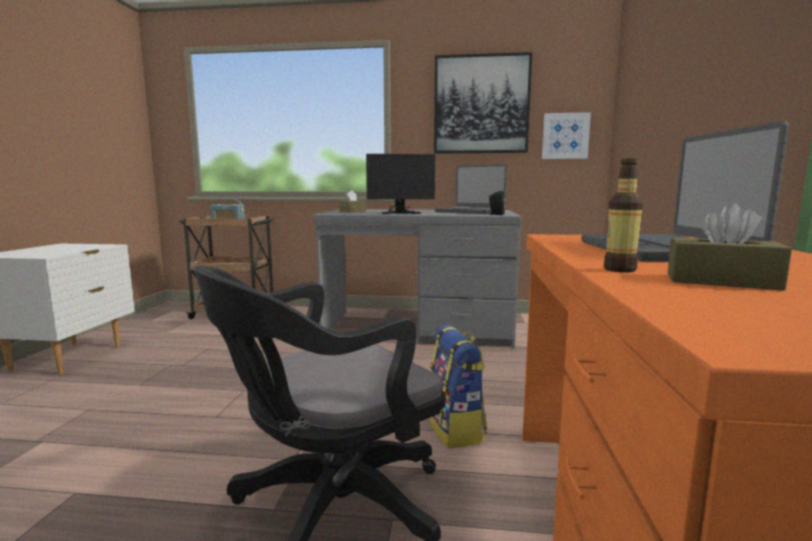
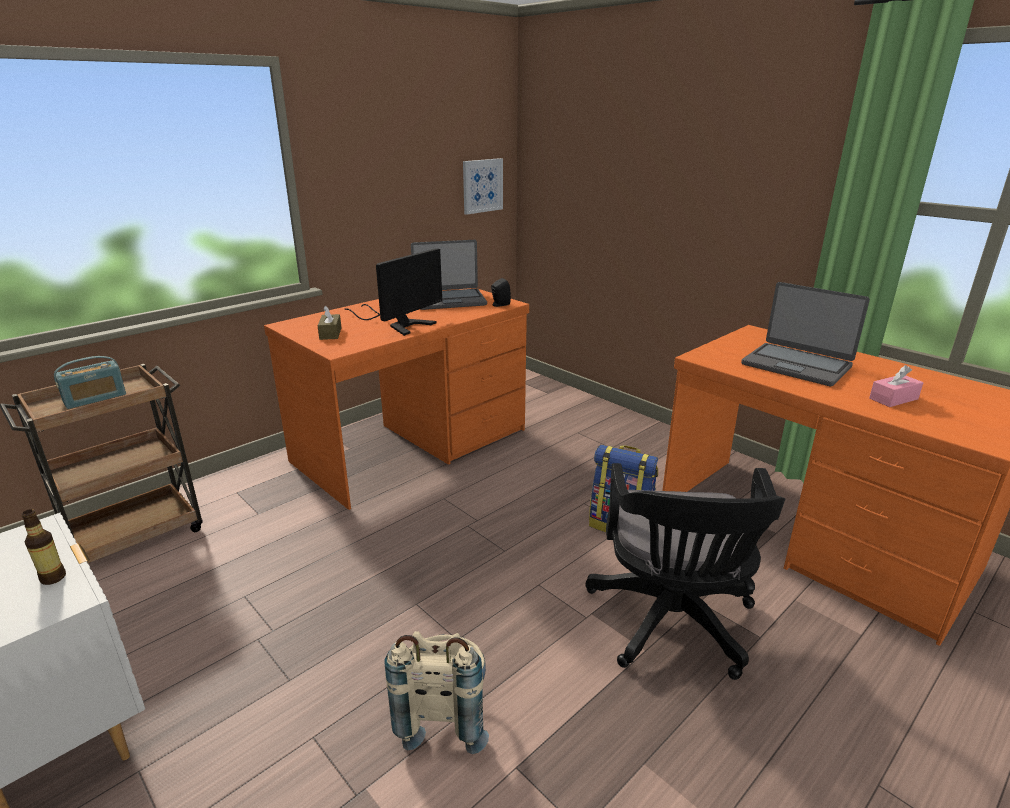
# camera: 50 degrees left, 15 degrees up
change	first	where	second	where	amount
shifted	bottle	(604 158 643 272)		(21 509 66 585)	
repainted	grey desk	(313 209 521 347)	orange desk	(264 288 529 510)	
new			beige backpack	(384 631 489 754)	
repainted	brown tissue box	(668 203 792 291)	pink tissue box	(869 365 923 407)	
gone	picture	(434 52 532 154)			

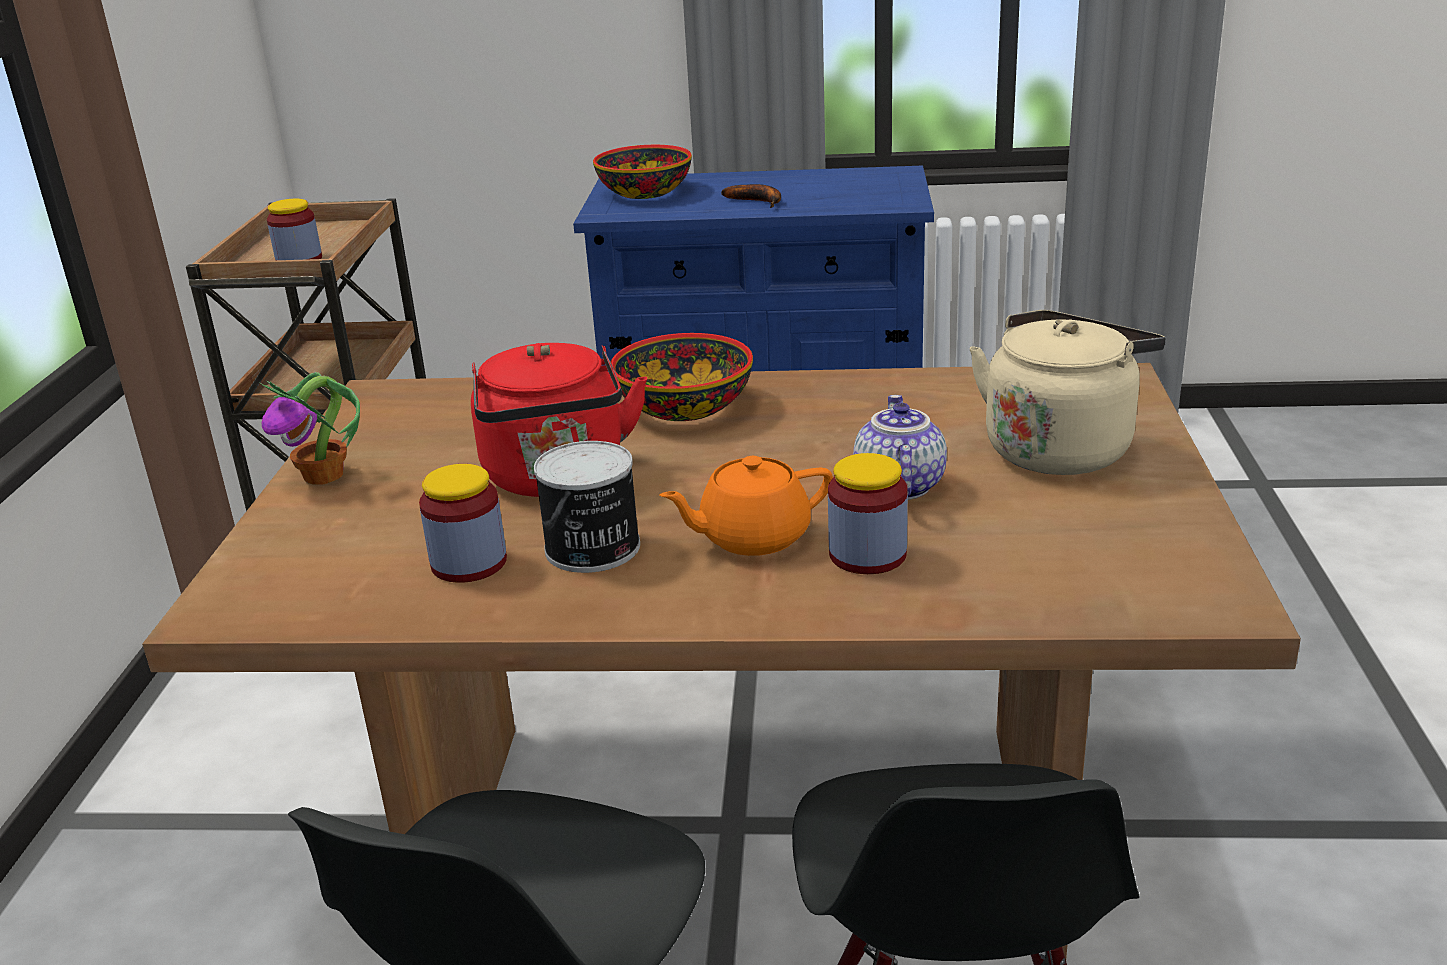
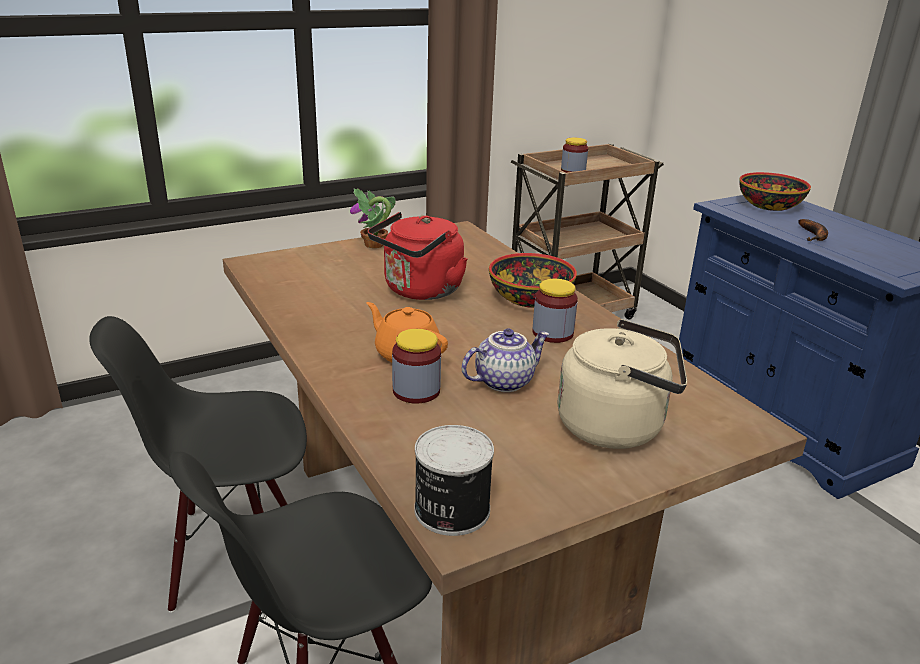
# camera: 55 degrees right, 0 degrees up
change	first	where	second	where	amount
shifted	can	(534 441 640 573)		(414 425 494 536)	
shifted	jar	(419 464 507 583)		(532 279 578 343)	

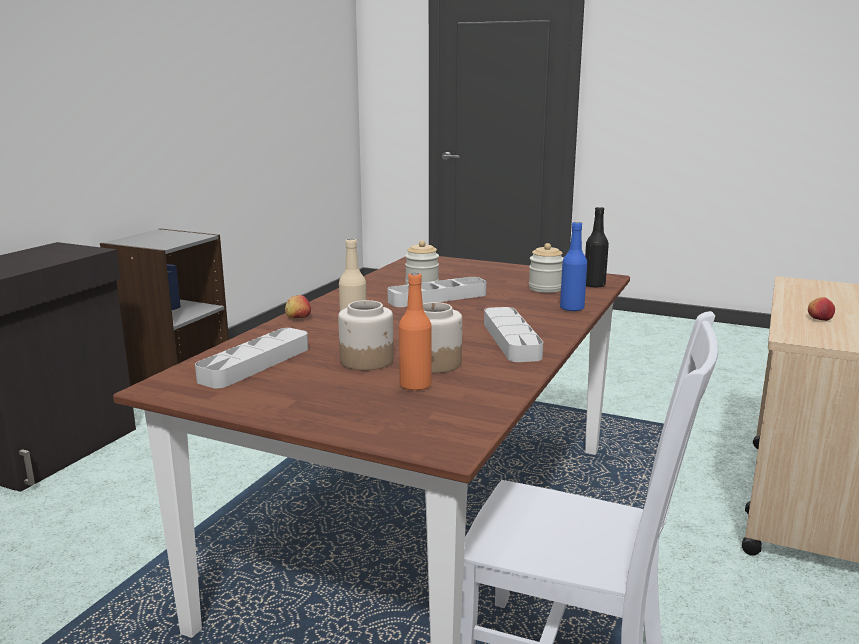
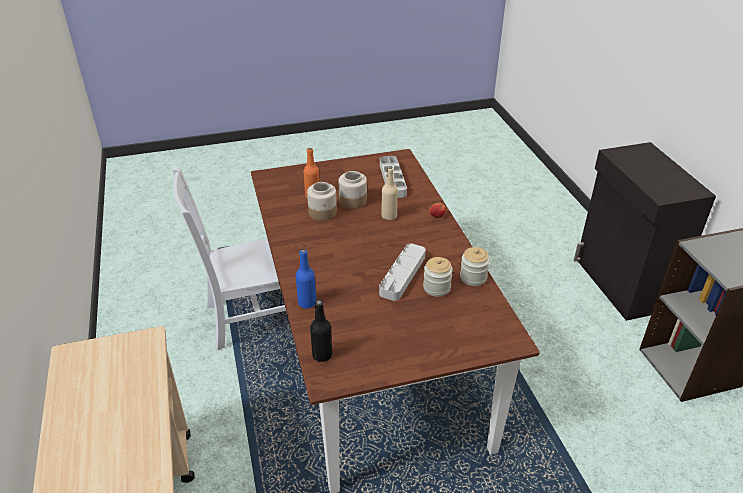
# camera: 140 degrees right, 20 degrees up
change	first	where	second	where	amount
shifted	jar	(529 243 564 293)		(460 247 490 286)	
gone	grey tray	(484 307 543 362)			
gone	apple	(808 297 835 321)			

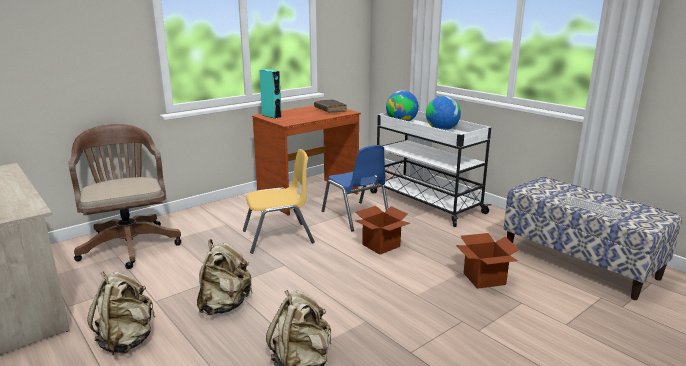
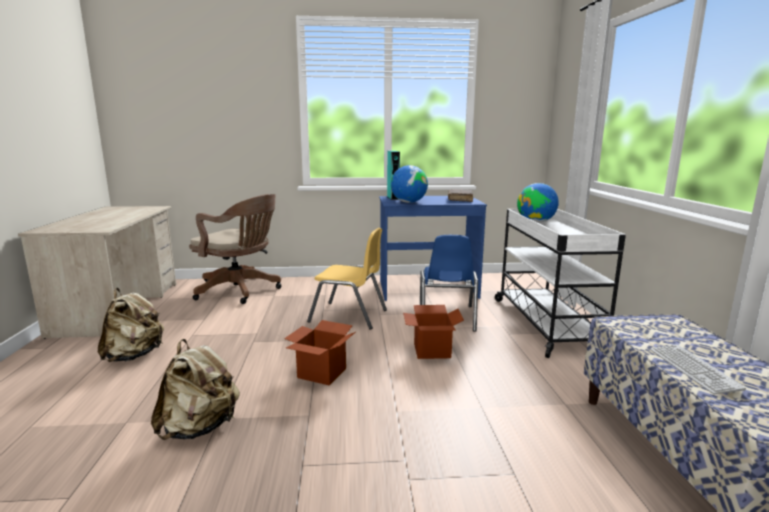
# camera: 35 degrees right, 5 degrees down
change	first	where	second	where	amount
rotated	brown office chair	(68 124 181 269)		(189 194 281 304)	105 degrees clockwise
shifted	cardboard box	(456 233 520 289)		(284 320 355 385)	
repainted	brown desk	(252 106 361 216)	blue desk	(379 196 487 301)	
shifted	globe	(426 96 461 130)		(391 165 428 203)	
gone	beige backpack	(197 239 252 315)			

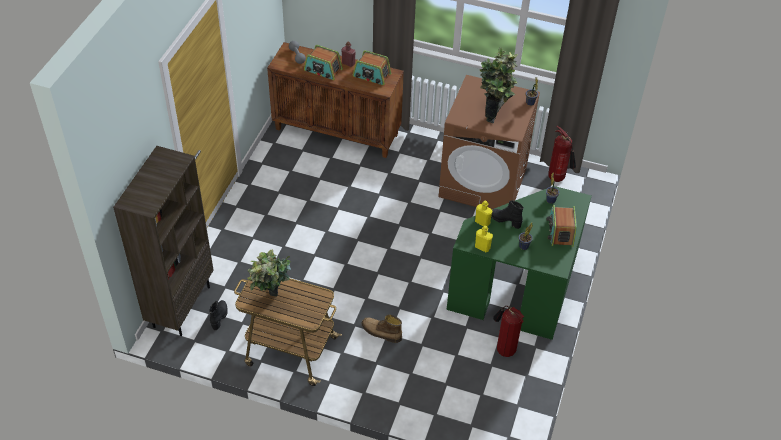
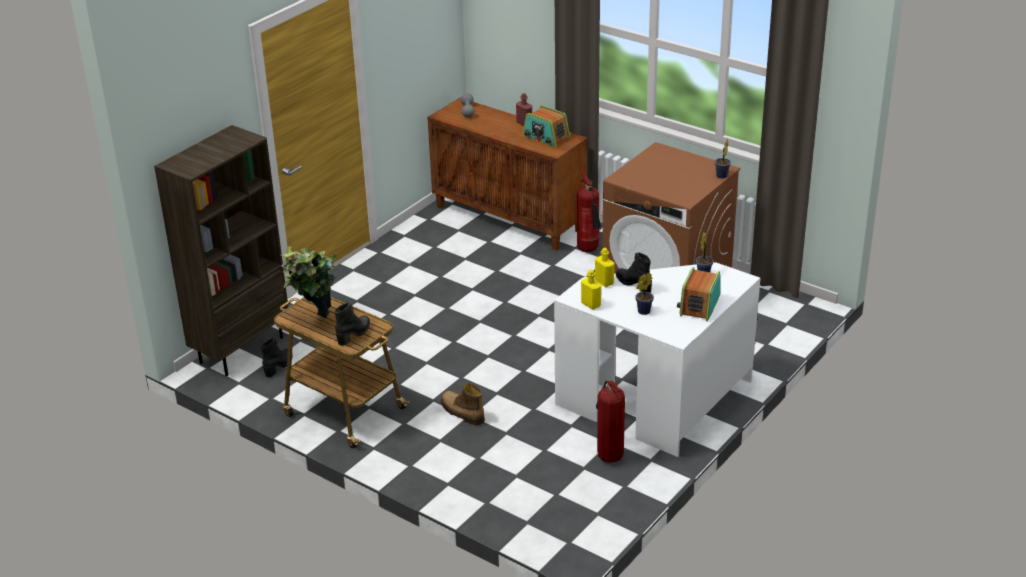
# camera: 20 degrees right, 15 degrees down
change	first	where	second	where	amount
new			black boot	(335 302 370 346)	
repainted	green desk	(447 186 592 340)	white desk	(554 262 760 457)	
shifted	fire extinguisher	(549 126 576 182)		(577 173 601 252)	
gone	radio	(304 45 343 80)			
gone	potted plant	(480 47 518 123)			

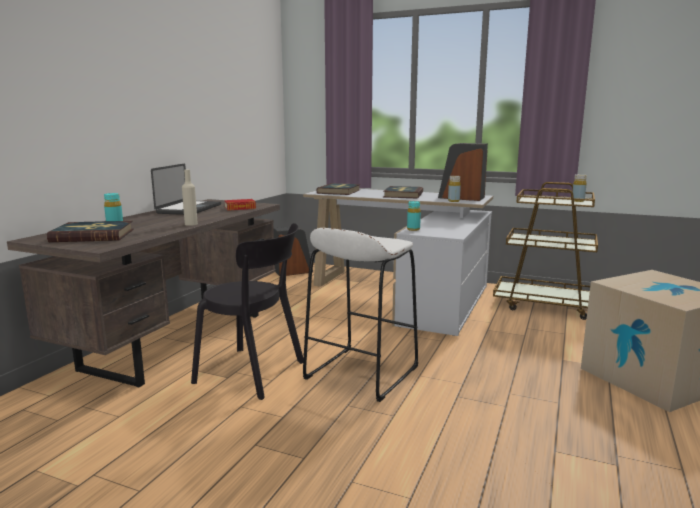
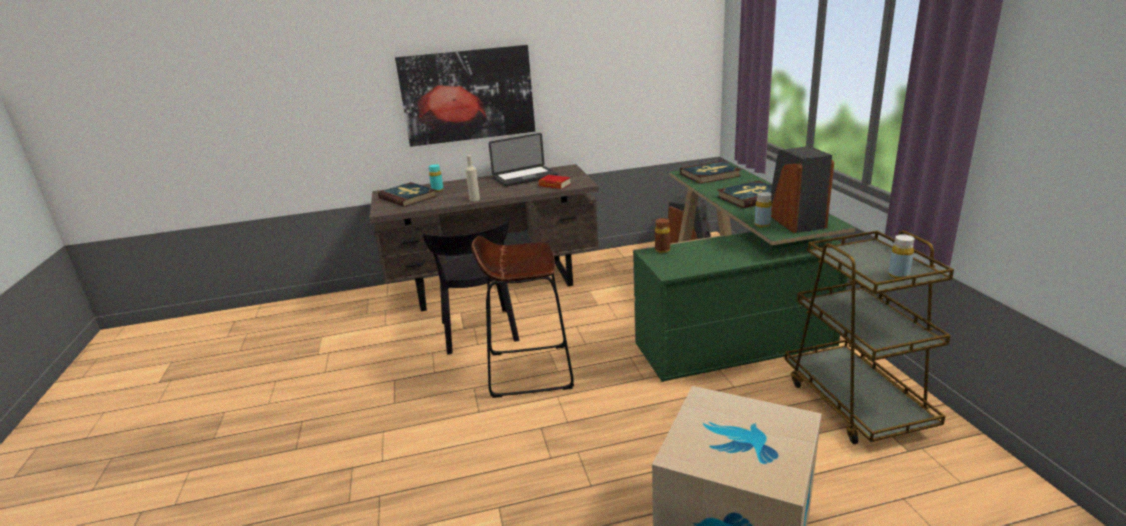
# camera: 55 degrees right, 10 degrees up
change	first	where	second	where	amount
new			picture	(395 45 535 147)	
repainted	white stool	(303 228 418 402)	brown stool	(471 236 574 398)	
repainted	white desk	(303 189 493 336)	green desk	(633 163 855 382)	
repainted	turquoise bottle	(407 201 421 231)	brown bottle	(655 218 670 253)	

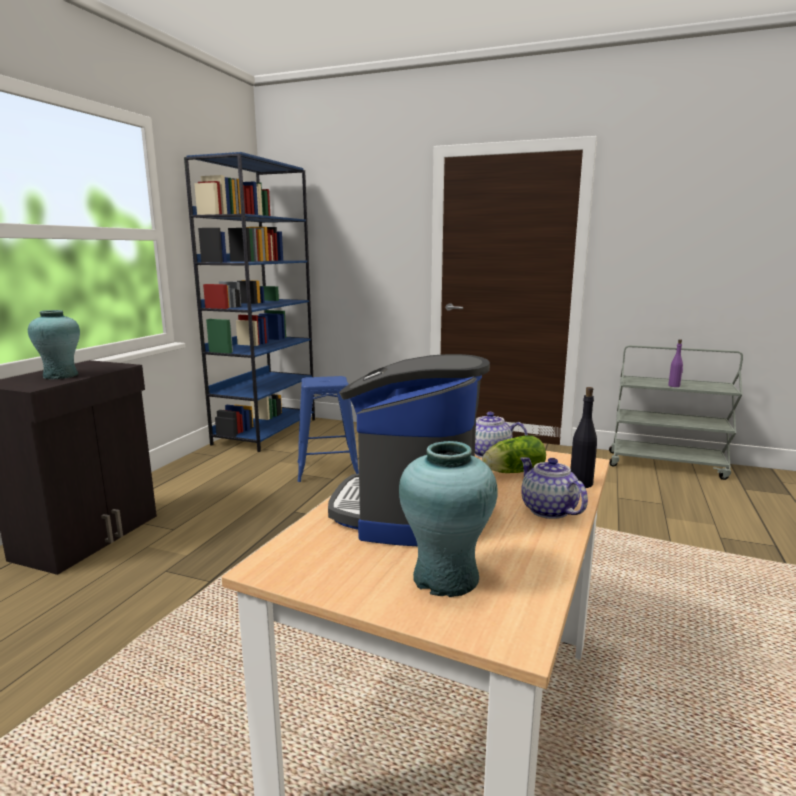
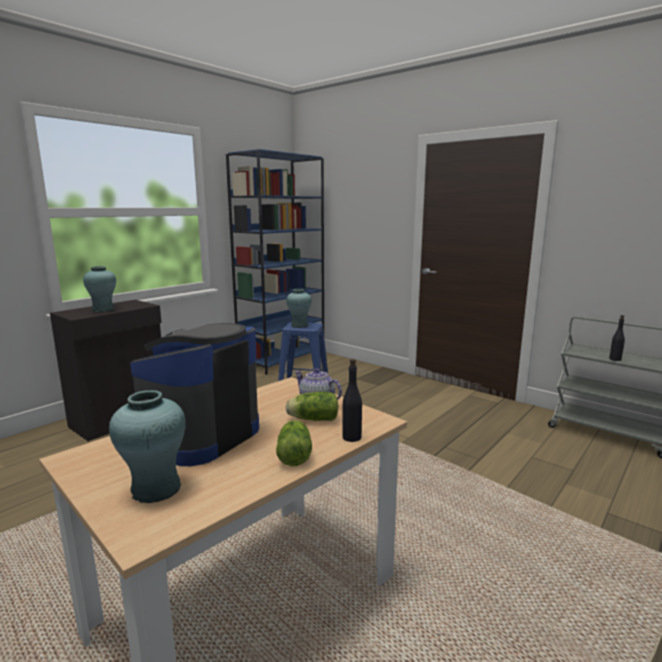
# camera: 20 degrees right, 0 degrees up
change	first	where	second	where	amount
swapped	teapot	(520 457 588 519)	lettuce	(276 420 312 466)	
new			turquoise vase	(286 289 312 328)	
repainted	purple bottle	(668 339 683 387)	black bottle	(609 315 625 361)	

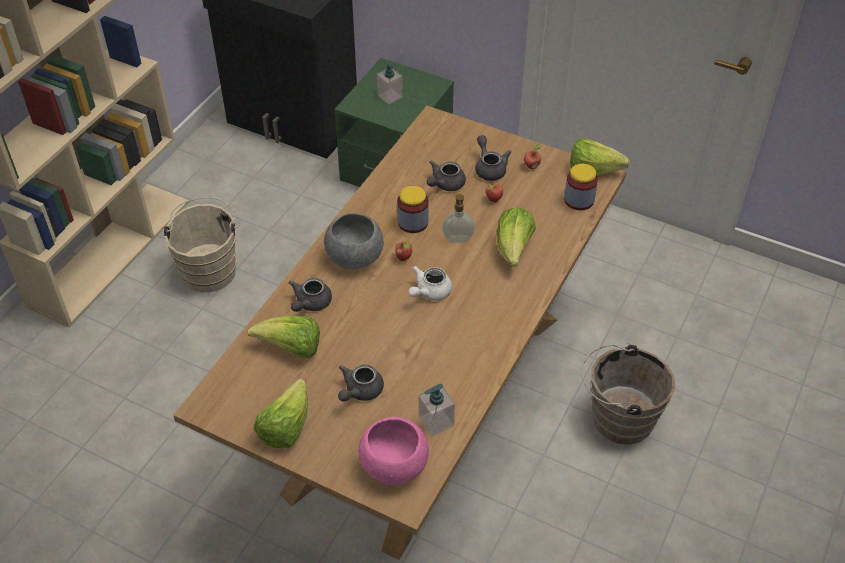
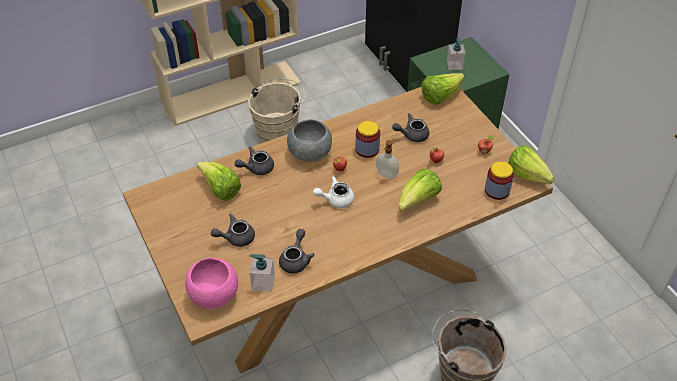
# camera: 35 degrees right, 0 degrees up
change	first	where	second	where	amount
shifted	grey teapot	(475 135 511 181)		(279 229 314 274)	
shifted	lettuce	(254 379 308 448)		(421 73 464 105)	

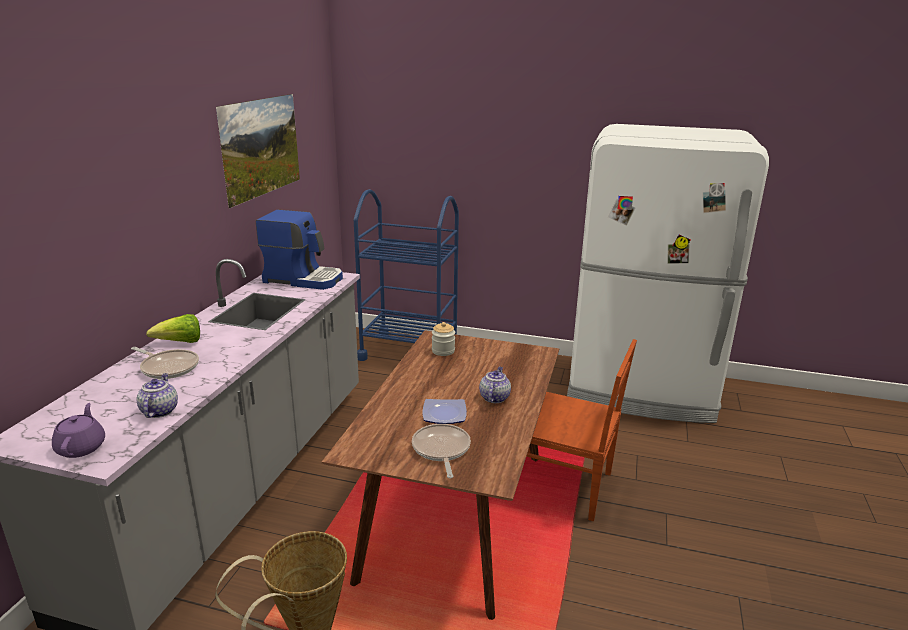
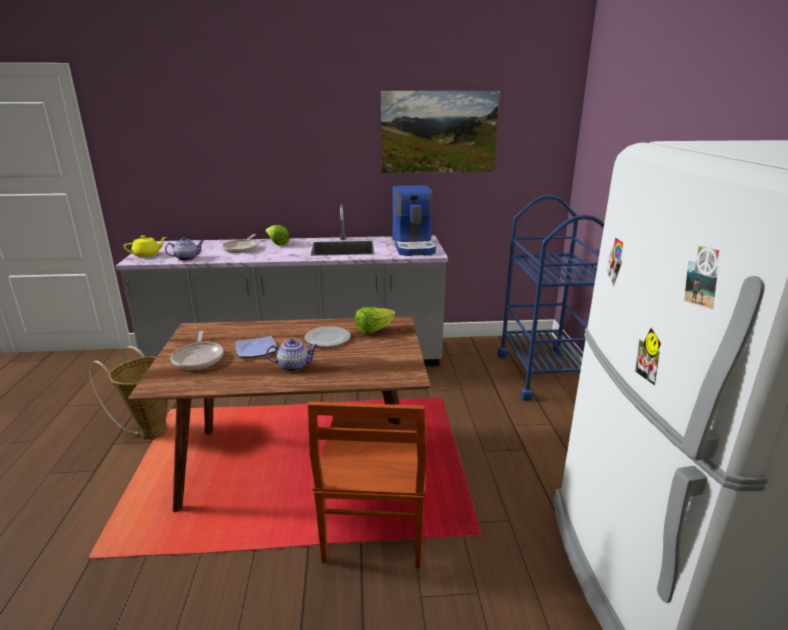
# camera: 70 degrees right, 0 degrees up
change	first	where	second	where	amount
repainted	purple teapot	(52 403 105 458)	yellow teapot	(123 235 167 257)	
rotated	frying pan	(412 424 471 478)		(170 331 224 370)	105 degrees clockwise
new			plate	(304 326 351 347)	
swapped	jar	(432 322 455 356)	lettuce	(355 307 396 334)	

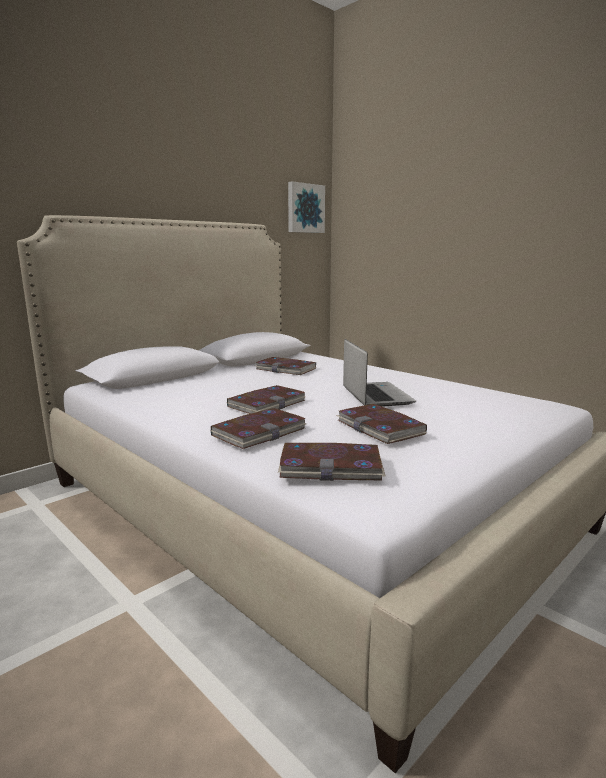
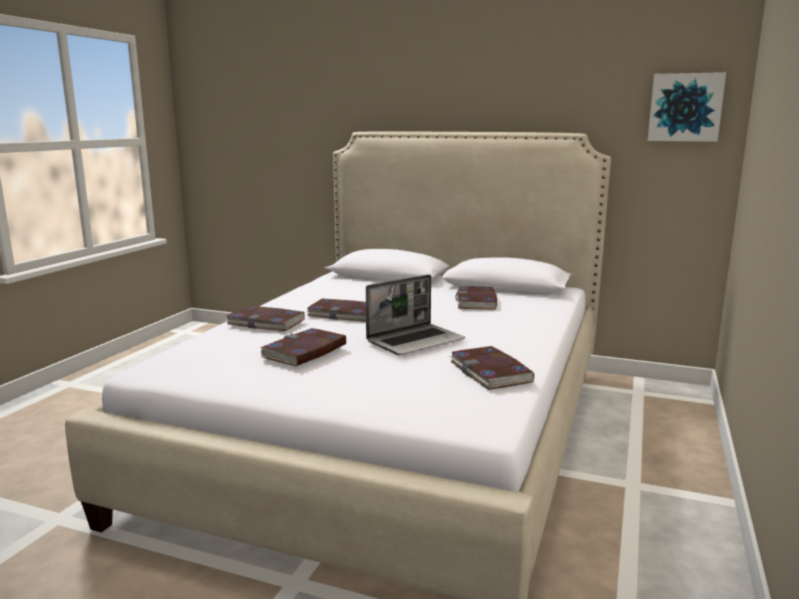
# camera: 65 degrees right, 0 degrees up
change	first	where	second	where	amount
shifted	book	(278 443 386 481)		(449 346 534 390)	

